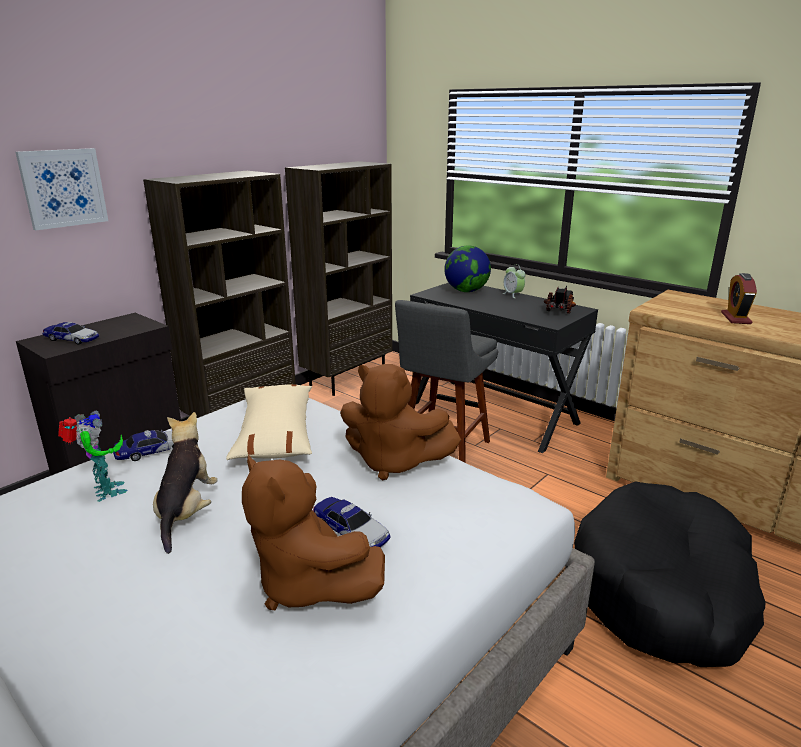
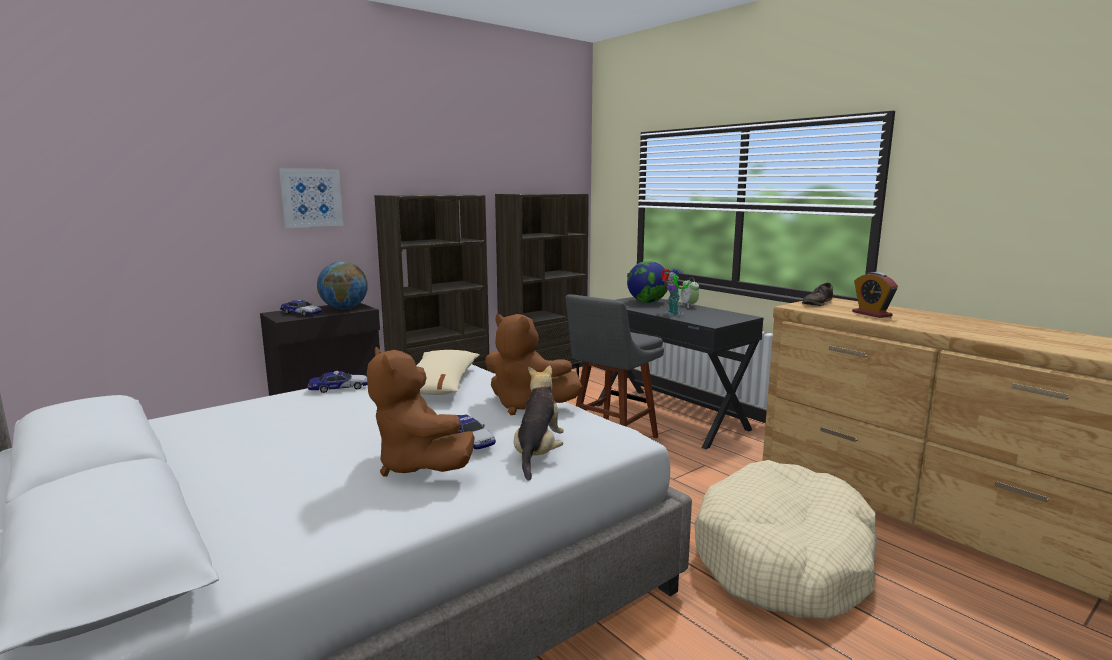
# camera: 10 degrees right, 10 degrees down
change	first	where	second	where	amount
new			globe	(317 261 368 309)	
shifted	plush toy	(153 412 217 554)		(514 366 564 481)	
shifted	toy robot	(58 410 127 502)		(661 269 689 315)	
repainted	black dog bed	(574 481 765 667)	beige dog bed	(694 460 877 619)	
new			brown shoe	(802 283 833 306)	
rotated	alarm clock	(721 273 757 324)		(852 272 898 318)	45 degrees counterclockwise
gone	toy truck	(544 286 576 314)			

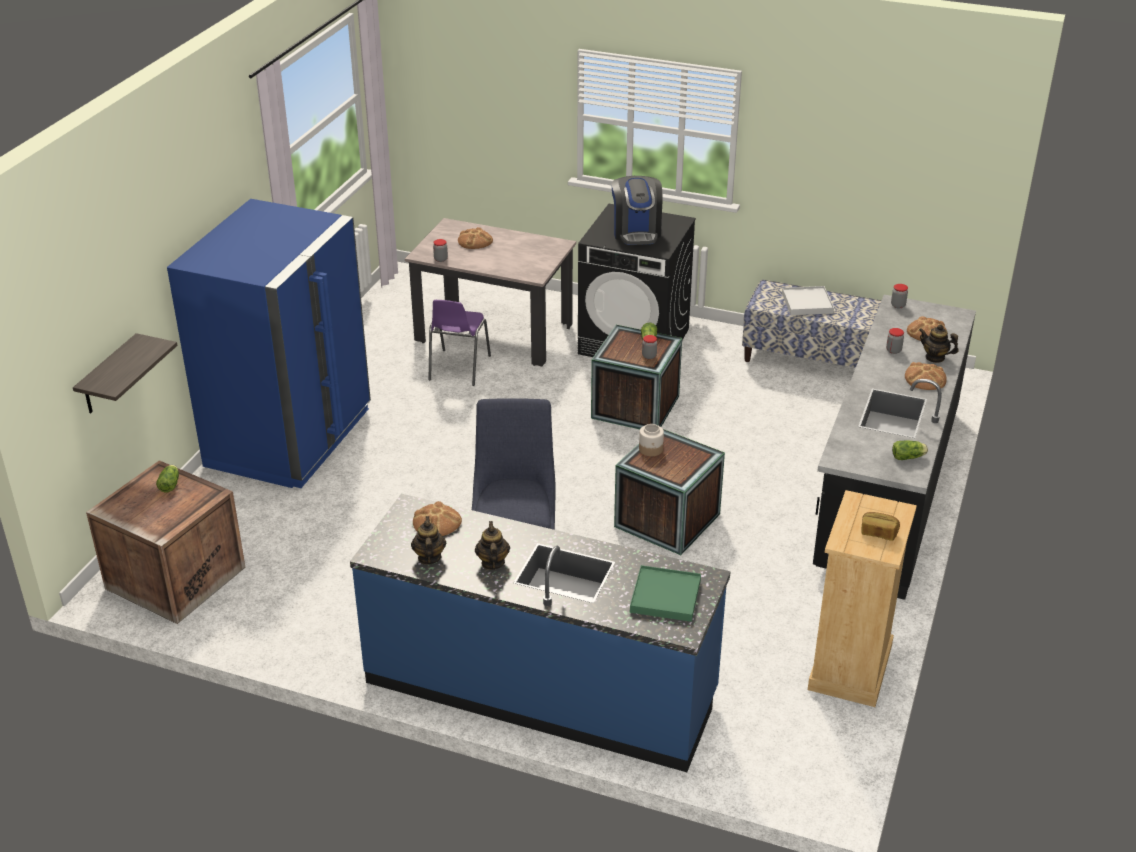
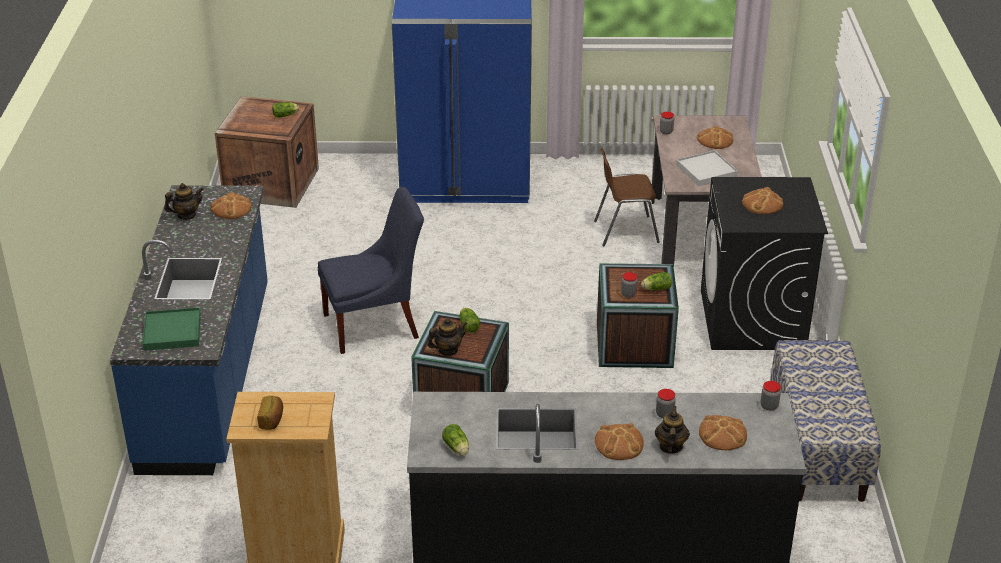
# camera: 70 degrees right, 0 degrees up
change	first	where	second	where	amount
shifted	teapot	(475 521 510 570)		(427 318 468 356)	
swapped	jar	(639 424 664 456)	lettuce	(460 307 480 333)	
repainted	purple chair	(429 300 491 386)	brown chair	(594 148 660 246)	
shifted	white tray	(782 286 834 315)		(676 150 738 186)	
swapped	coffee machine	(611 176 662 245)	bread	(742 187 783 214)	
gone	shelf	(73 333 177 413)			

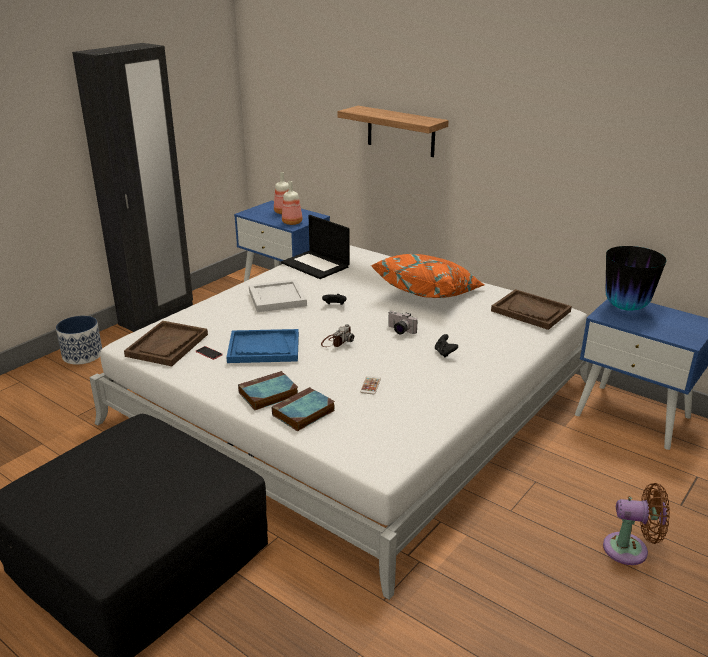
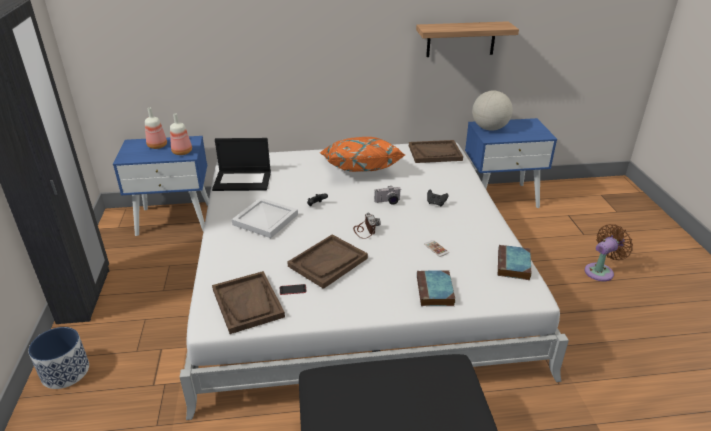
# camera: 45 degrees left, 5 degrees up
change	first	where	second	where	amount
repainted	blue tray	(226 329 299 363)	brown tray	(287 234 368 289)	
shifted	shelf	(338 106 449 157)		(416 21 519 57)	
swapped	vase	(606 246 666 311)	globe	(472 91 513 131)	
shifted	book	(238 371 298 411)		(498 245 531 280)	

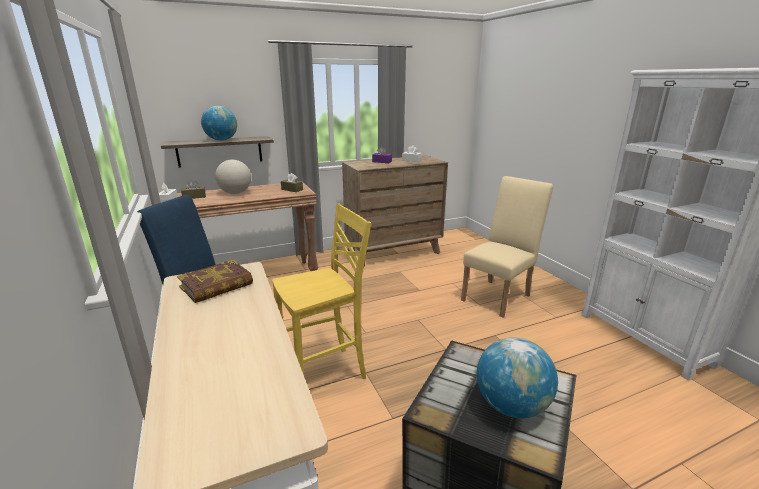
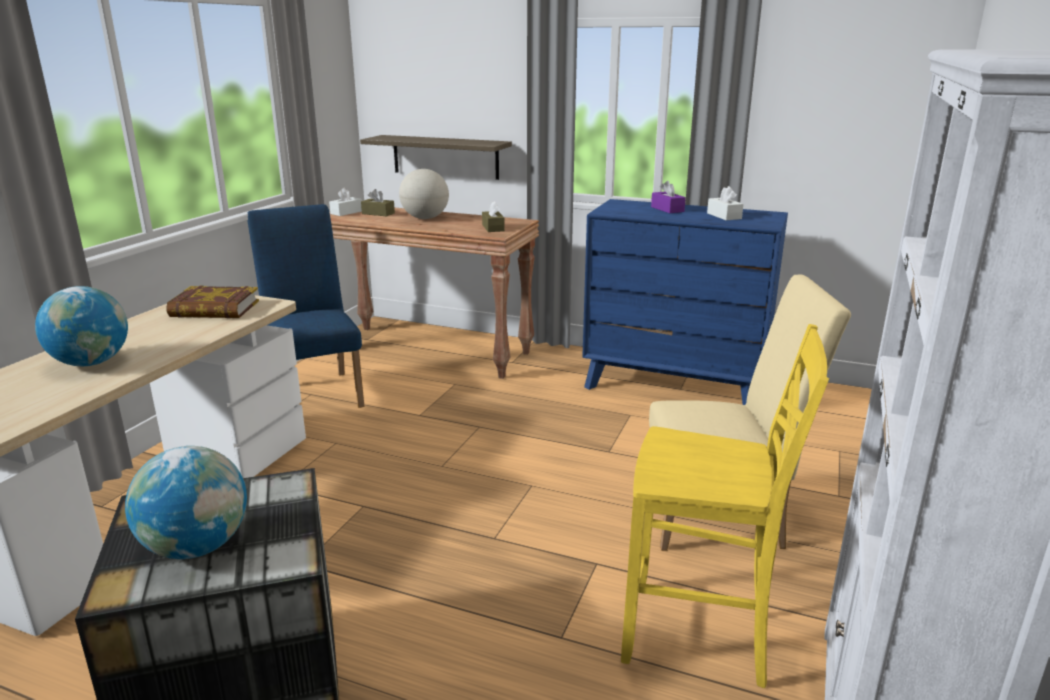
# camera: 45 degrees right, 0 degrees up
change	first	where	second	where	amount
shifted	globe	(201 106 237 141)		(35 286 128 366)	
repainted	brown dresser	(342 155 448 267)	blue dresser	(582 199 788 405)	
shifted	yellow chair	(272 204 371 379)		(621 324 829 688)	

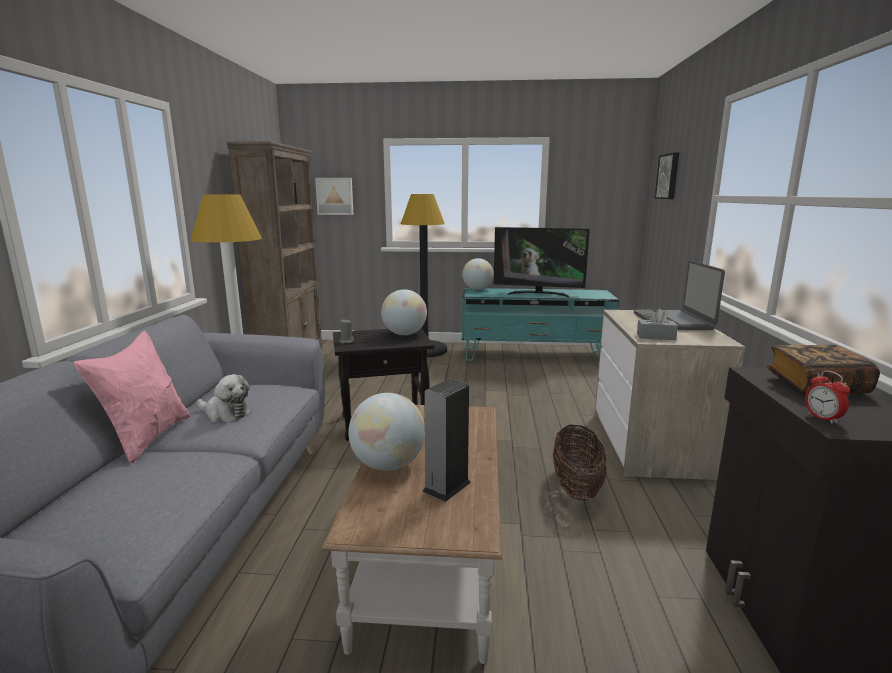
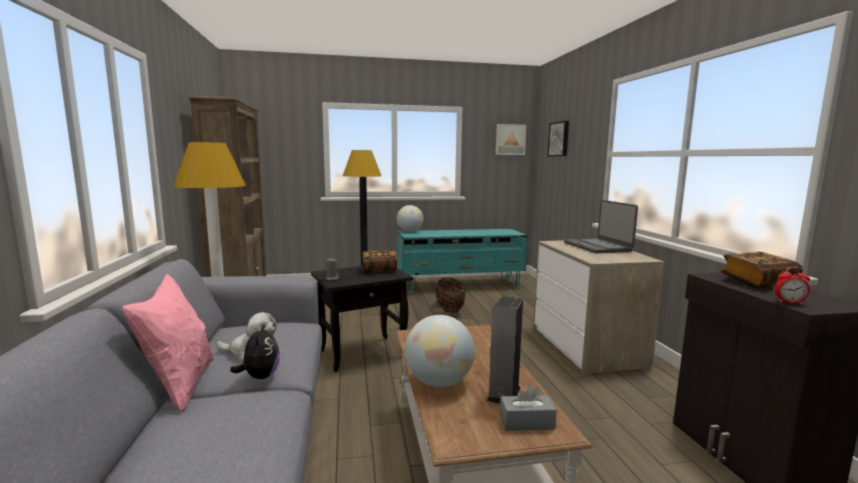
# camera: 15 degrees left, 5 degrees down
change	first	where	second	where	amount
new			plush toy	(230 323 280 379)	
swapped	globe	(381 289 427 335)	book	(363 250 397 273)	
shifted	basket	(553 424 607 501)		(436 278 465 313)	
shifted	picture	(315 178 354 215)		(496 124 526 155)	
shifted	grey tissue box	(637 308 678 340)		(500 384 557 431)	
rotated	alarm clock	(805 370 850 424)		(775 267 810 304)	45 degrees counterclockwise
gone	television	(494 227 590 298)			

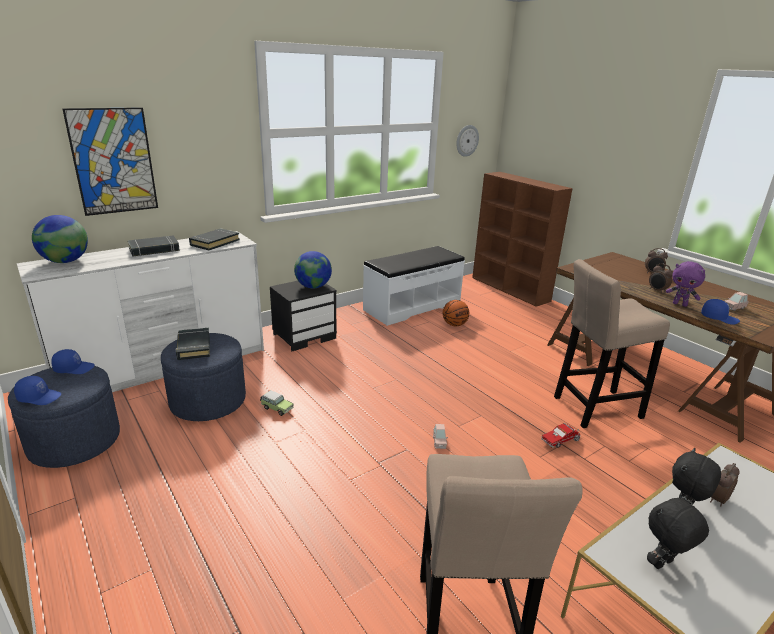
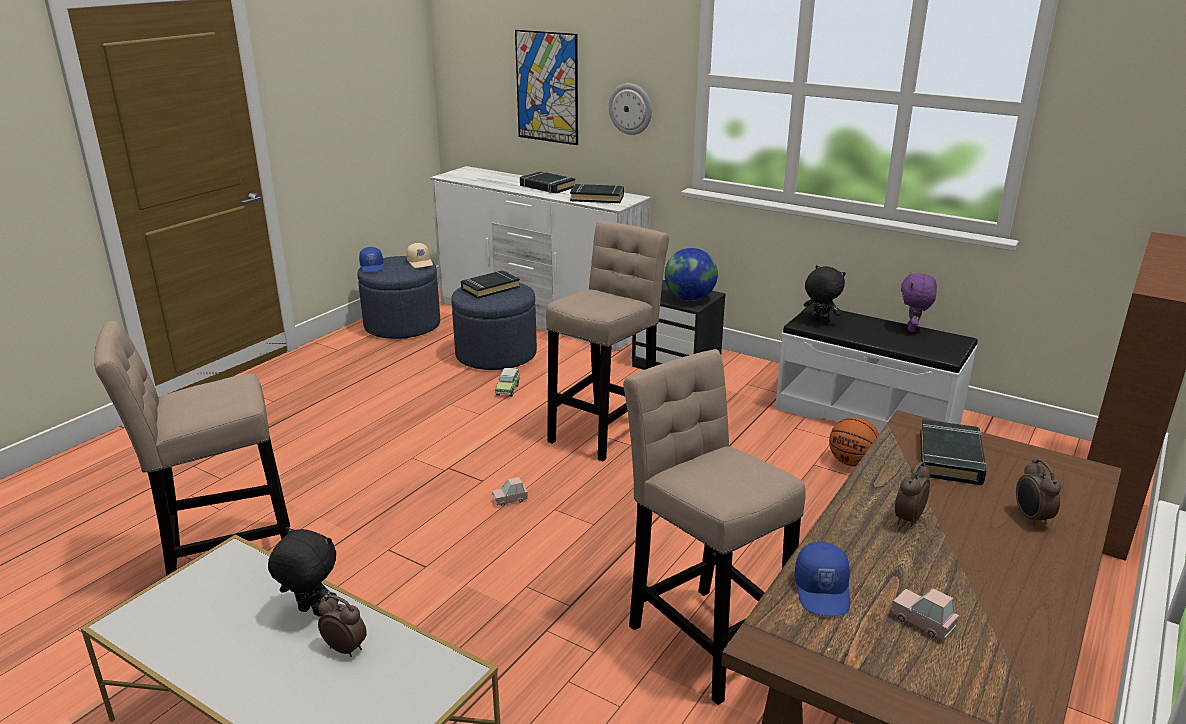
# camera: 70 degrees right, 0 degrees up
change	first	where	second	where	amount
repainted	blue cap	(51 349 95 374)	beige cap	(406 243 433 268)	
new			beige stool	(546 220 669 461)	
shifted	wall clock	(456 125 479 157)		(608 83 652 135)	
shifted	black plush toy	(647 495 709 569)		(803 265 846 324)	
shifted	purple plush toy	(666 261 705 307)		(901 272 937 332)	
new			black book	(920 420 987 485)	
gone	globe	(32 215 88 263)			
gone	toy truck	(541 423 581 448)			

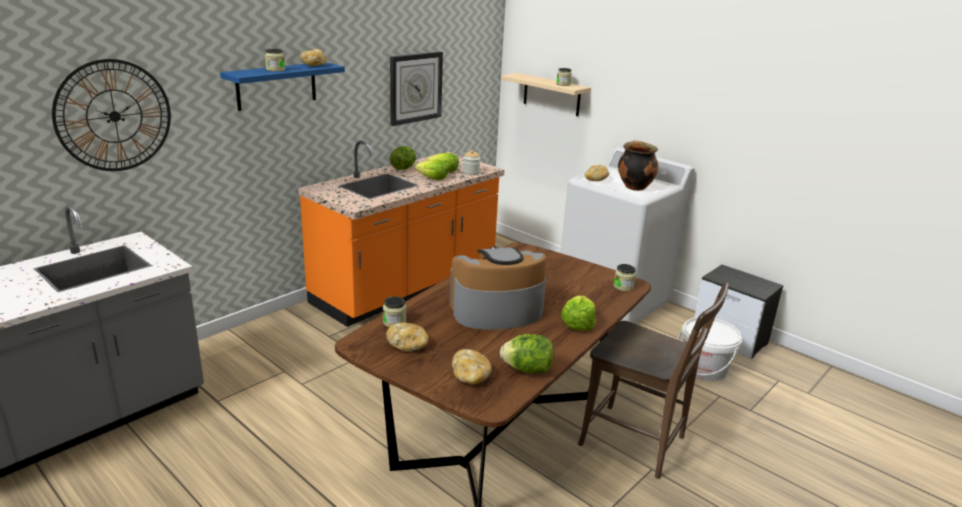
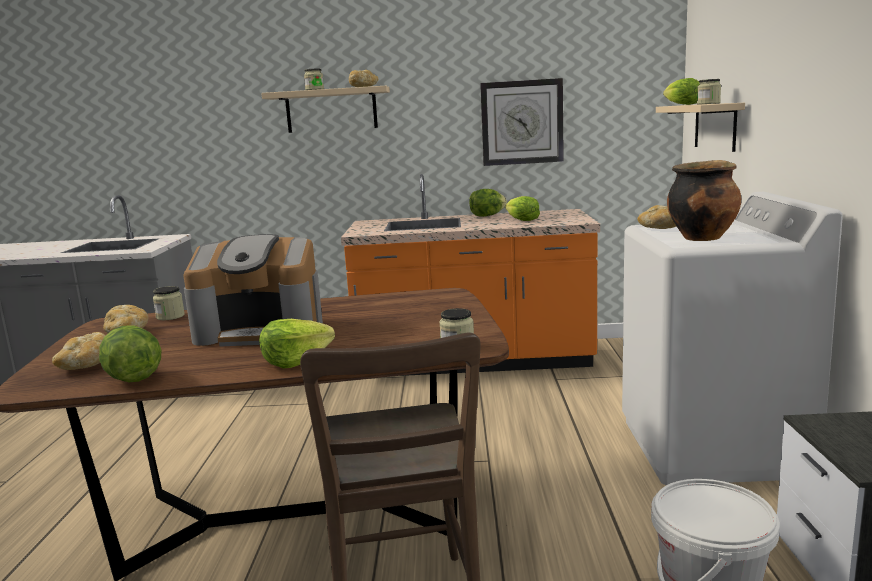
# camera: 50 degrees right, 10 degrees down
change	first	where	second	where	amount
rotated	coffee machine	(450 247 547 330)		(183 234 323 347)	150 degrees clockwise
repainted	blue shelf	(220 62 345 111)	beige shelf	(261 86 390 133)	
shifted	lettuce	(415 160 448 180)		(663 78 700 105)	
gone	wall clock	(52 59 171 171)			
gone	jar	(463 150 481 175)			

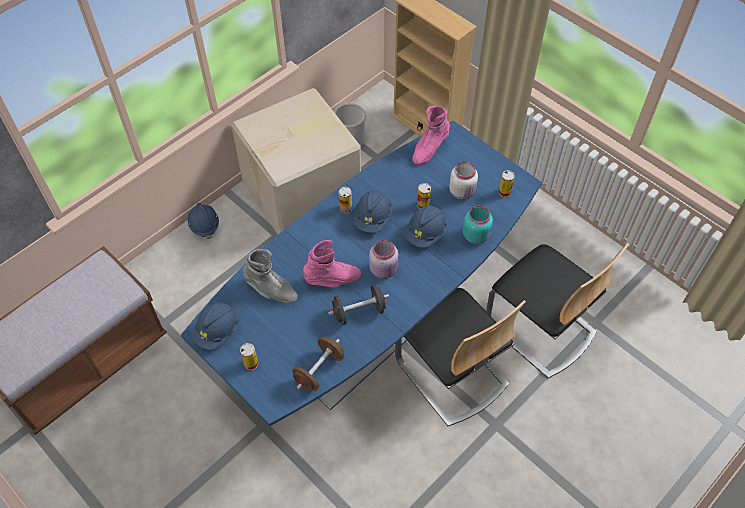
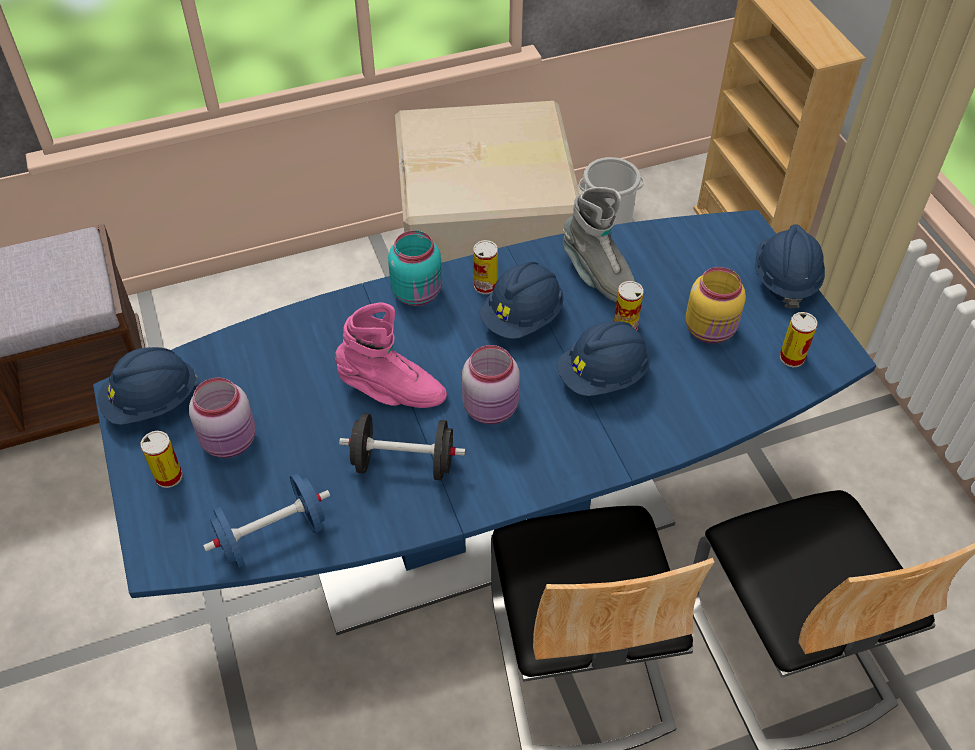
# camera: 25 degrees right, 5 degrees down
change	first	where	second	where	amount
new			pink jar	(189 377 256 458)	
repainted	brown dumbbell	(292 337 344 391)	blue dumbbell	(203 473 330 568)	
shifted	turquoise jar	(463 206 493 244)		(388 230 442 306)	
shifted	grey boot	(243 249 298 303)		(563 187 635 302)	
repainted	white jar	(449 162 478 200)	yellow jar	(686 267 746 344)	
shifted	blue hard hat	(188 203 219 239)		(755 224 825 309)	
gone	pink boot	(412 106 450 165)			

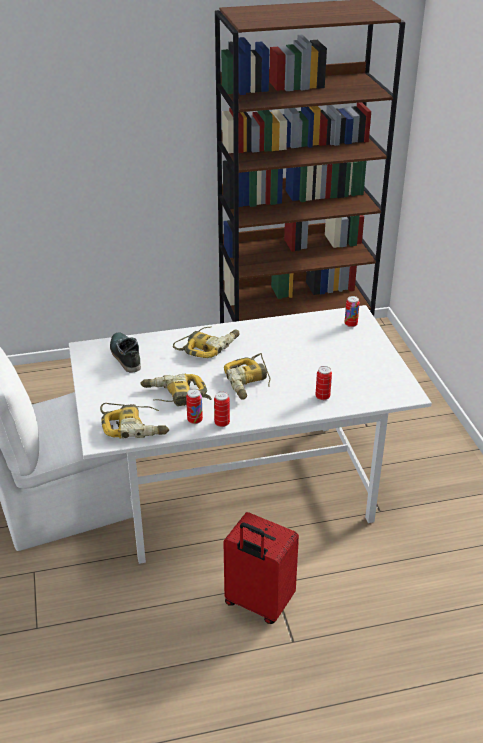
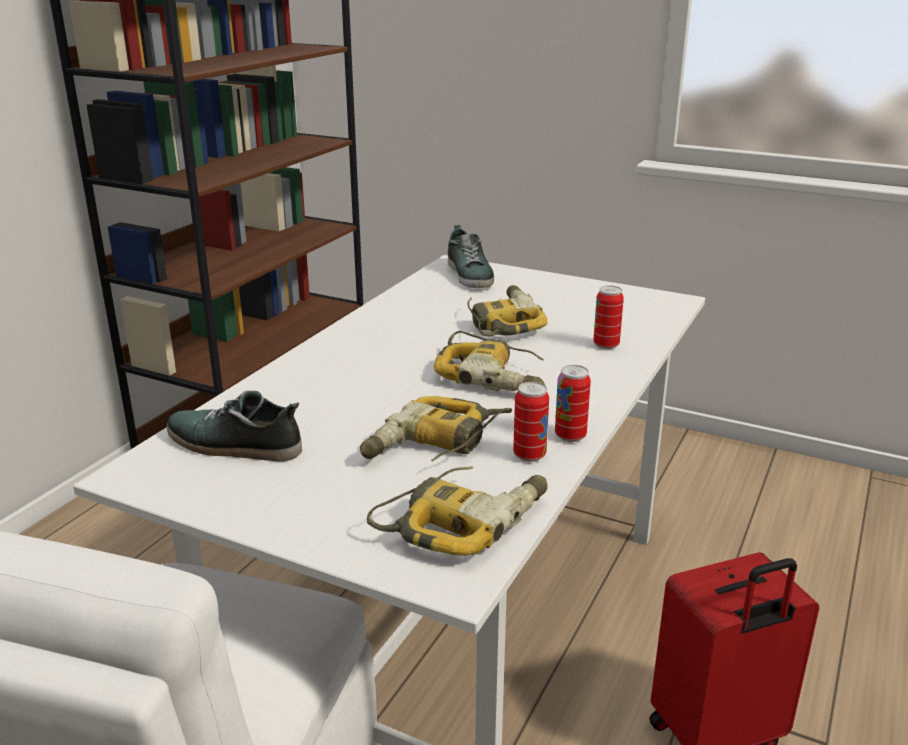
# camera: 50 degrees left, 10 degrees down
change	first	where	second	where	amount
swapped	can	(344 296 360 327)	shoe	(448 225 494 288)	
shifted	power drill	(173 326 240 358)		(467 285 548 336)	

